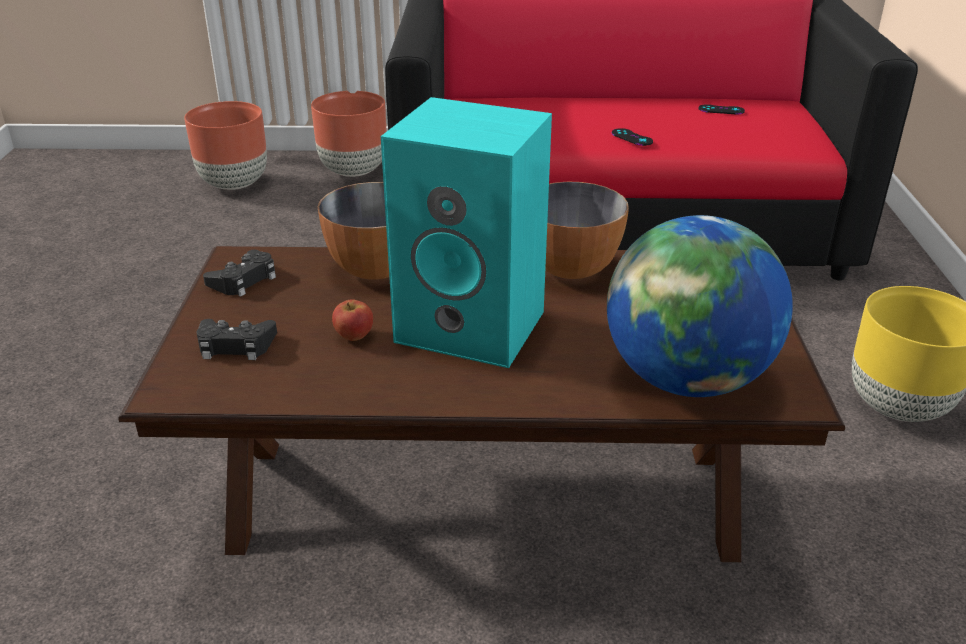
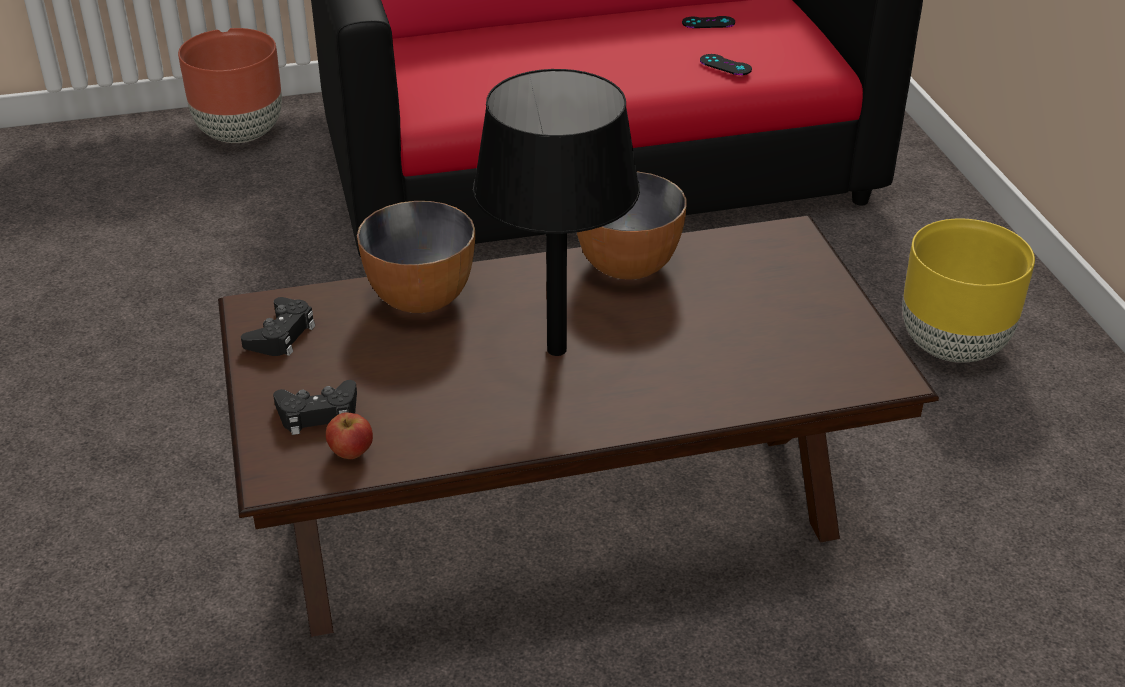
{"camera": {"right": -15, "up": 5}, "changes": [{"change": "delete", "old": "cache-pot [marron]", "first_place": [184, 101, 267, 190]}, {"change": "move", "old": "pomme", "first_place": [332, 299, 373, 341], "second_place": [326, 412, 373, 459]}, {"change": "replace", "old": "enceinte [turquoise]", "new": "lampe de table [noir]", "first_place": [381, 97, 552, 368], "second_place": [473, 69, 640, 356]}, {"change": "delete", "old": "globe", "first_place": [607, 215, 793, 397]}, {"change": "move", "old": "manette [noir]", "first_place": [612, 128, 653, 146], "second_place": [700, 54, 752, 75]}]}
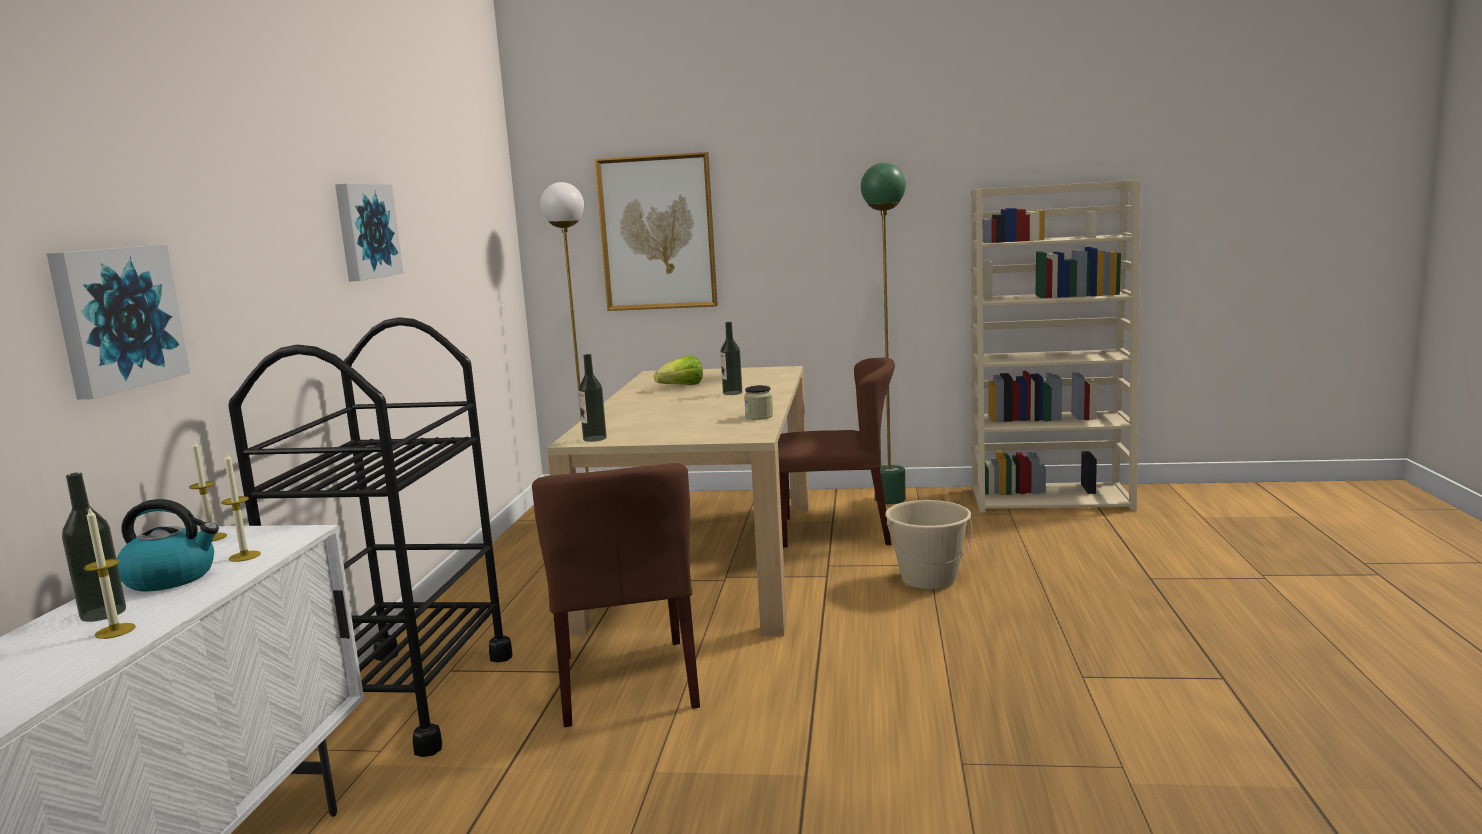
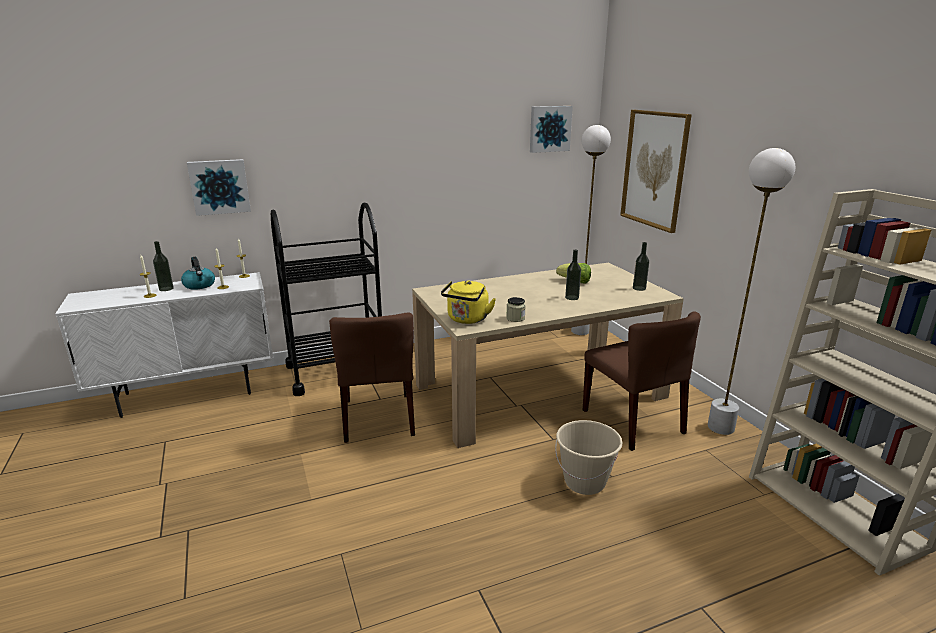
{"camera": {"right": 60, "up": 10}, "changes": [{"change": "move", "old": "tableau", "first_place": [335, 184, 403, 281], "second_place": [530, 106, 573, 153]}, {"change": "rotate", "old": "chaise [marron]", "first_place": [532, 463, 700, 727], "second_place": [329, 313, 415, 443], "degrees": -60}, {"change": "move", "old": "bouteille", "first_place": [578, 354, 607, 442], "second_place": [633, 242, 649, 291]}, {"change": "recolor", "old": "lampadaire [vert]", "new": "lampadaire [blanc]", "first_place": [861, 163, 906, 504], "second_place": [708, 148, 795, 435]}, {"change": "insert", "new": "bouilloire [jaune]", "second_place": [441, 280, 496, 324]}]}
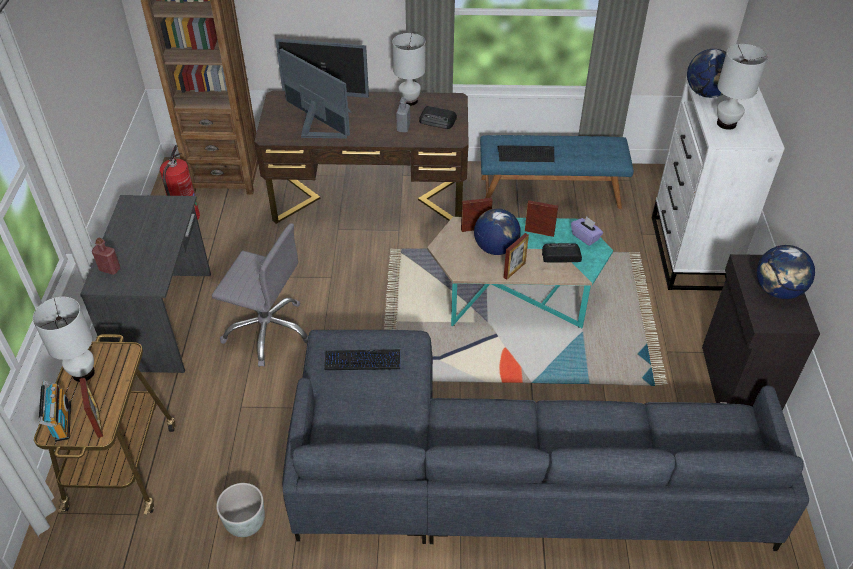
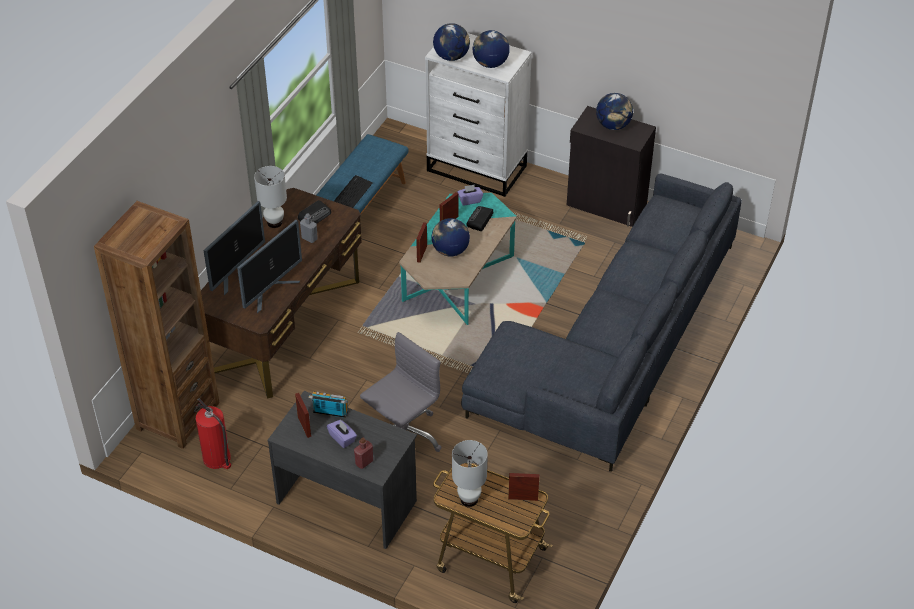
{"camera": {"right": -65, "up": 0}, "changes": [{"change": "move", "old": "radio", "first_place": [38, 381, 71, 442], "second_place": [309, 392, 348, 418]}, {"change": "delete", "old": "cache-pot [gris]", "first_place": [216, 483, 265, 537]}, {"change": "rotate", "old": "écran d'ordinateur", "first_place": [279, 48, 350, 139], "second_place": [237, 220, 302, 314], "degrees": 150}, {"change": "delete", "old": "clavier", "first_place": [324, 349, 400, 370]}, {"change": "move", "old": "cadre photo", "first_place": [504, 233, 529, 280], "second_place": [295, 393, 311, 438]}, {"change": "replace", "old": "lampe de table [blanc]", "new": "globe", "first_place": [717, 44, 768, 130], "second_place": [473, 30, 510, 68]}, {"change": "insert", "new": "boîte à mouchoirs [violet]", "second_place": [327, 420, 357, 448]}]}
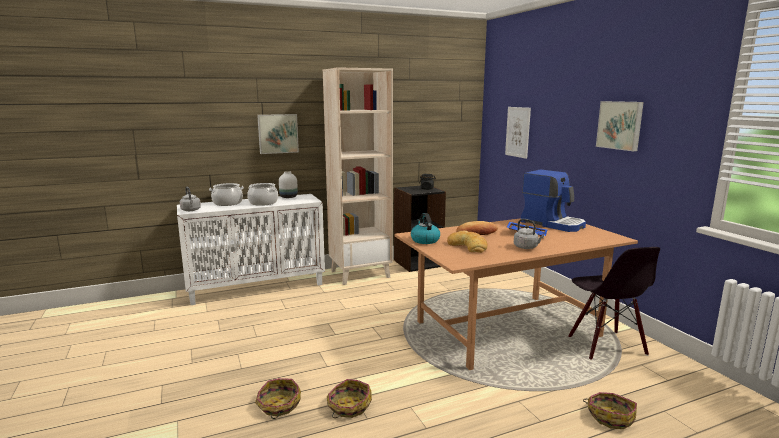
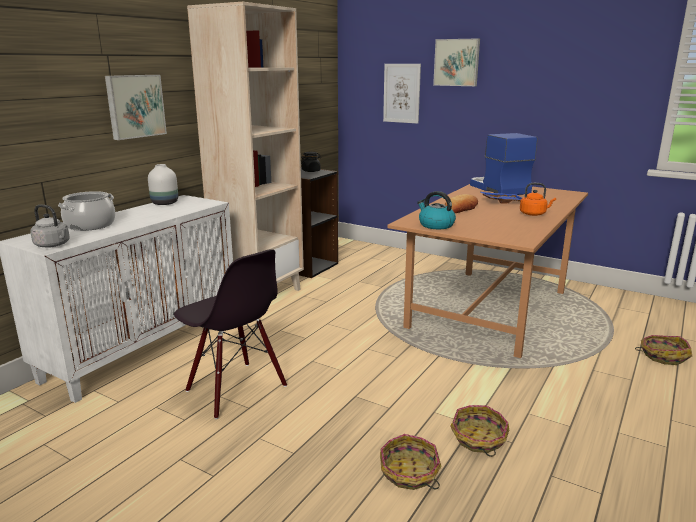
{"camera": {"right": -35, "up": 5}, "changes": [{"change": "delete", "old": "marmite", "first_place": [247, 183, 278, 206]}, {"change": "delete", "old": "pain", "first_place": [447, 230, 487, 253]}, {"change": "recolor", "old": "bouilloire [gris]", "new": "bouilloire [orange]", "first_place": [514, 219, 544, 249], "second_place": [520, 183, 556, 216]}, {"change": "rotate", "old": "machine à café", "first_place": [521, 170, 586, 232], "second_place": [470, 133, 538, 195], "degrees": -120}, {"change": "move", "old": "chaise [noir]", "first_place": [568, 247, 660, 359], "second_place": [174, 249, 287, 419]}, {"change": "move", "old": "tableau", "first_place": [596, 101, 644, 151], "second_place": [433, 38, 480, 86]}]}
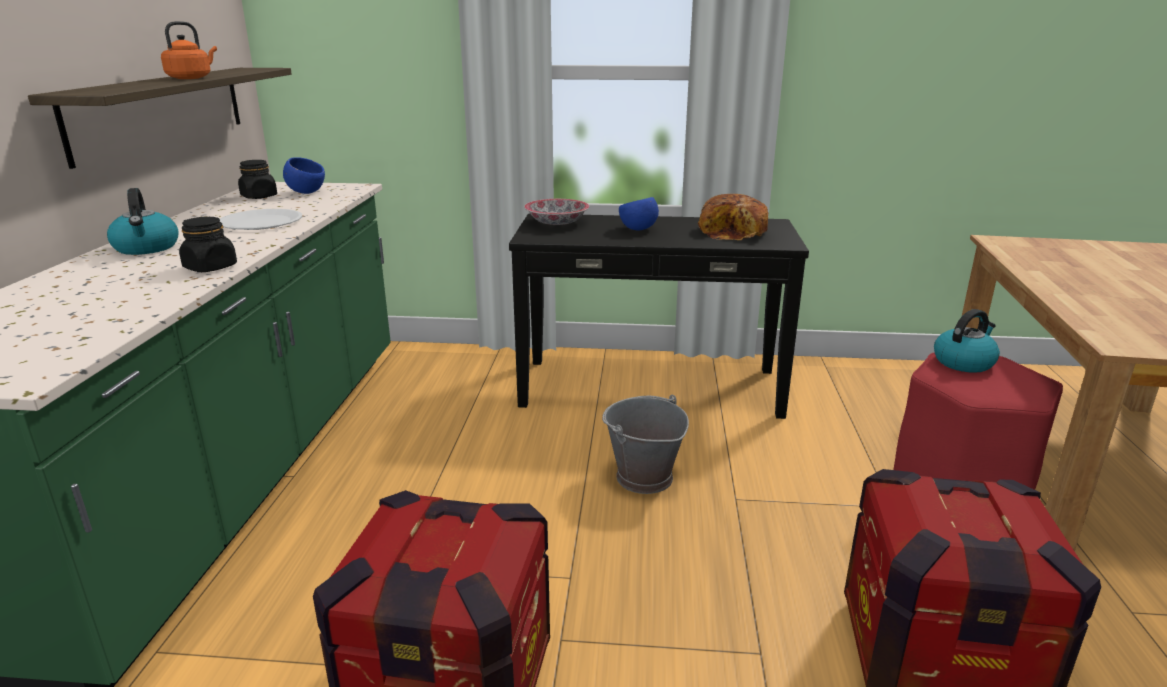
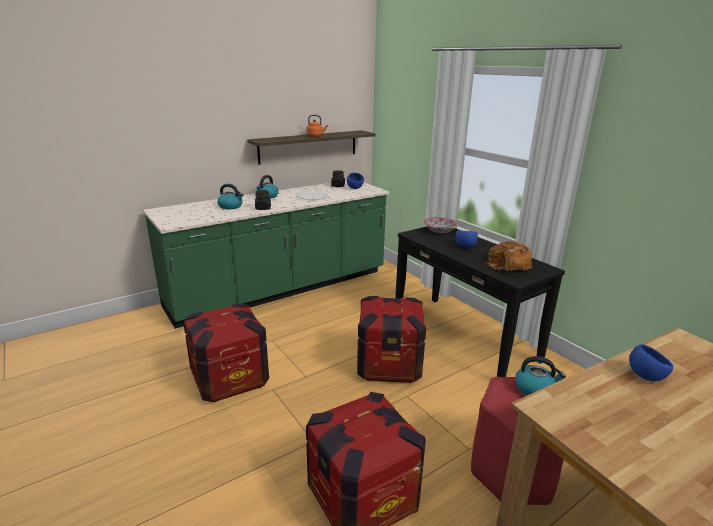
{"camera": {"right": 50, "up": 0}, "changes": [{"change": "replace", "old": "seau [gris]", "new": "caisse", "first_place": [602, 395, 689, 494], "second_place": [357, 296, 426, 383]}, {"change": "insert", "new": "bouilloire", "second_place": [217, 184, 244, 209]}, {"change": "insert", "new": "bol [bleu]", "second_place": [629, 344, 673, 381]}]}
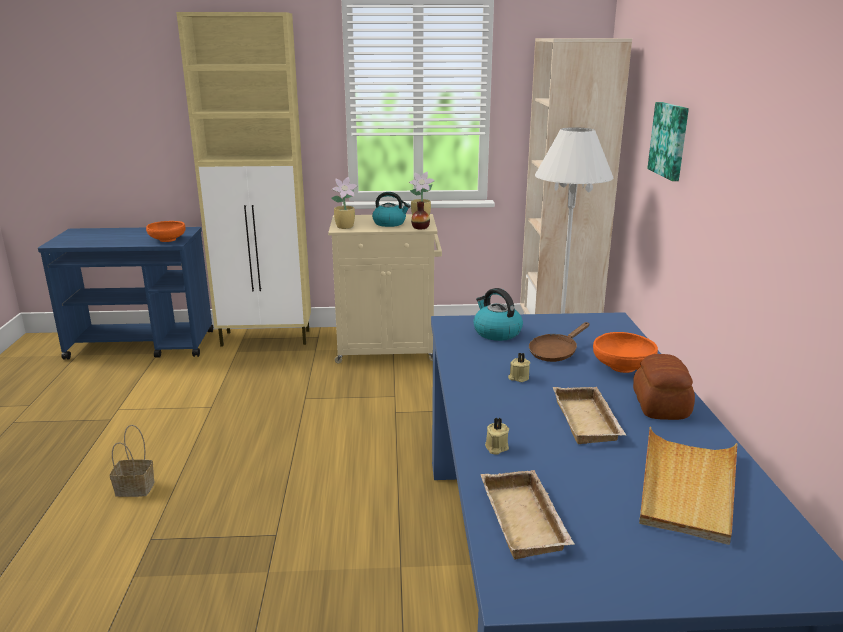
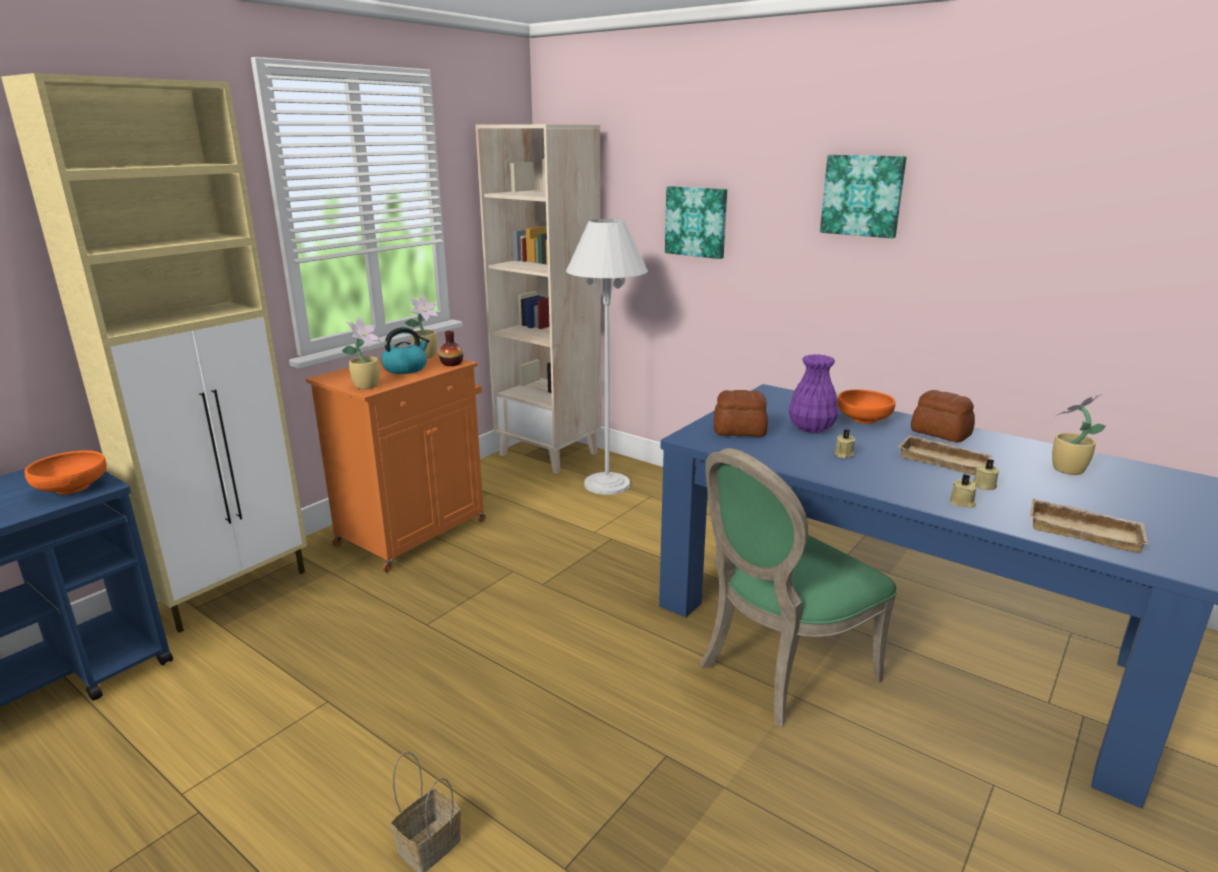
{"camera": {"right": -50, "up": 0}, "changes": [{"change": "recolor", "old": "meuble de rangement [beige]", "new": "meuble de rangement [orange]", "first_place": [328, 214, 442, 363], "second_place": [306, 353, 486, 572]}, {"change": "replace", "old": "bouilloire", "new": "pain", "first_place": [473, 288, 523, 341], "second_place": [713, 390, 768, 437]}, {"change": "replace", "old": "poêle [marron]", "new": "vase [violet]", "first_place": [529, 322, 590, 362], "second_place": [788, 354, 838, 433]}, {"change": "replace", "old": "plateau [beige]", "new": "plante en pot", "first_place": [639, 427, 737, 545], "second_place": [1052, 393, 1106, 475]}, {"change": "insert", "new": "chaise [vert]", "second_place": [700, 448, 897, 727]}, {"change": "insert", "new": "tableau", "second_place": [820, 155, 907, 238]}, {"change": "insert", "new": "bougie [beige]", "second_place": [972, 459, 1000, 490]}]}
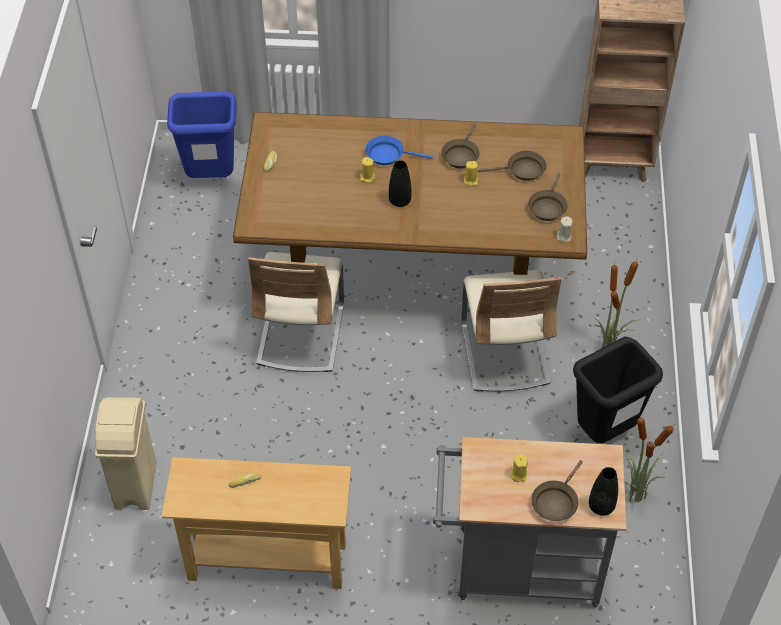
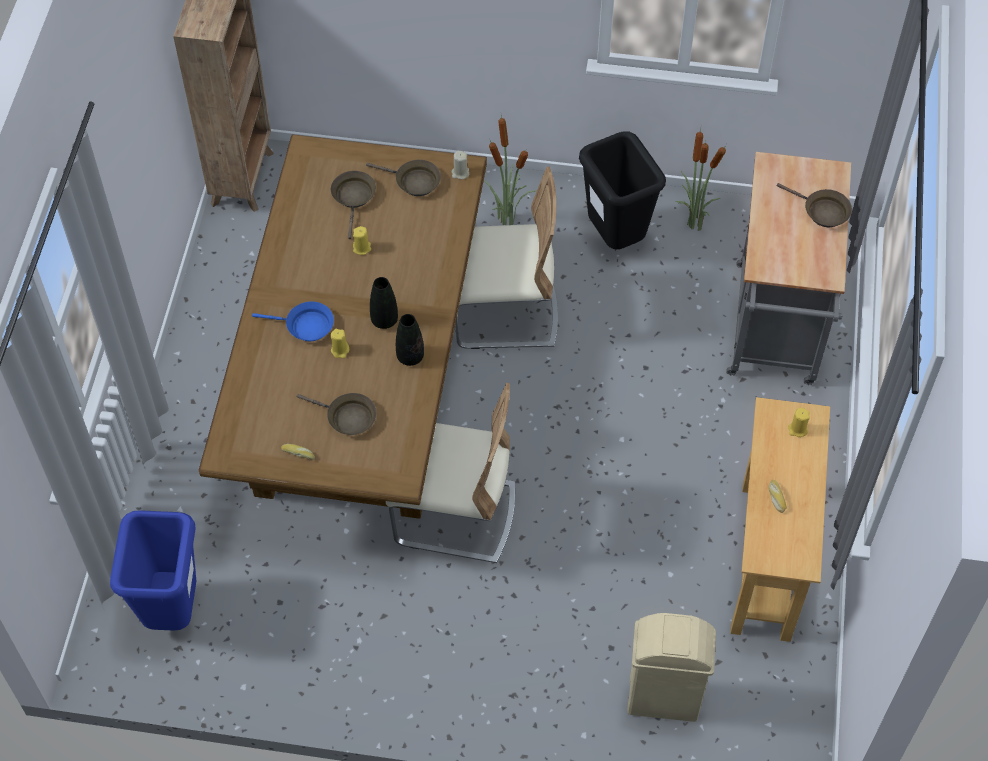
{"camera": {"right": -85, "up": 5}, "changes": [{"change": "rotate", "old": "poêle [bleu]", "first_place": [366, 136, 433, 165], "second_place": [252, 301, 334, 341], "degrees": -90}, {"change": "move", "old": "poêle [marron]", "first_place": [441, 123, 480, 168], "second_place": [296, 393, 377, 435]}, {"change": "move", "old": "bougie [jaune]", "first_place": [510, 454, 528, 482], "second_place": [788, 408, 810, 437]}, {"change": "move", "old": "vase [noir]", "first_place": [589, 467, 618, 516], "second_place": [396, 314, 424, 366]}]}
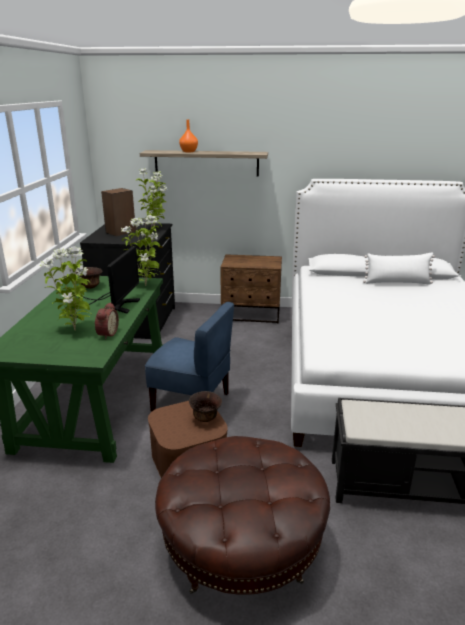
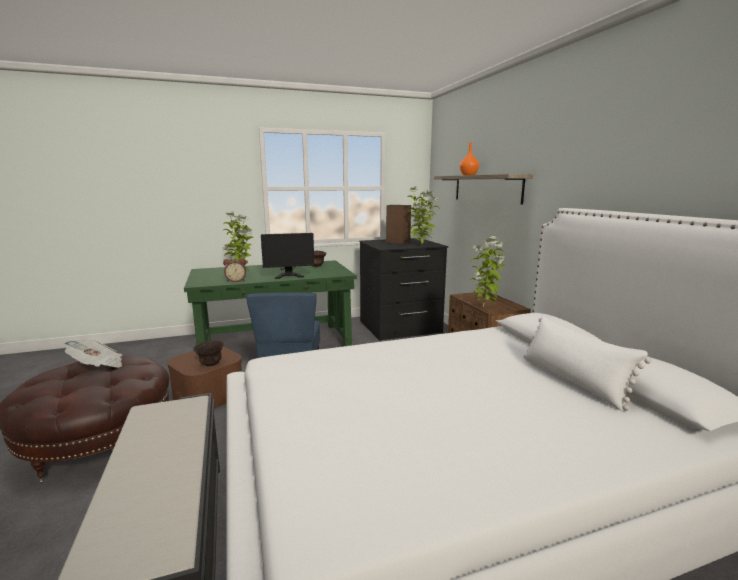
{"camera": {"right": 65, "up": -10}, "changes": [{"change": "move", "old": "plante en pot", "first_place": [121, 215, 160, 286], "second_place": [470, 236, 506, 308]}, {"change": "insert", "new": "journal", "second_place": [64, 340, 122, 367]}]}
